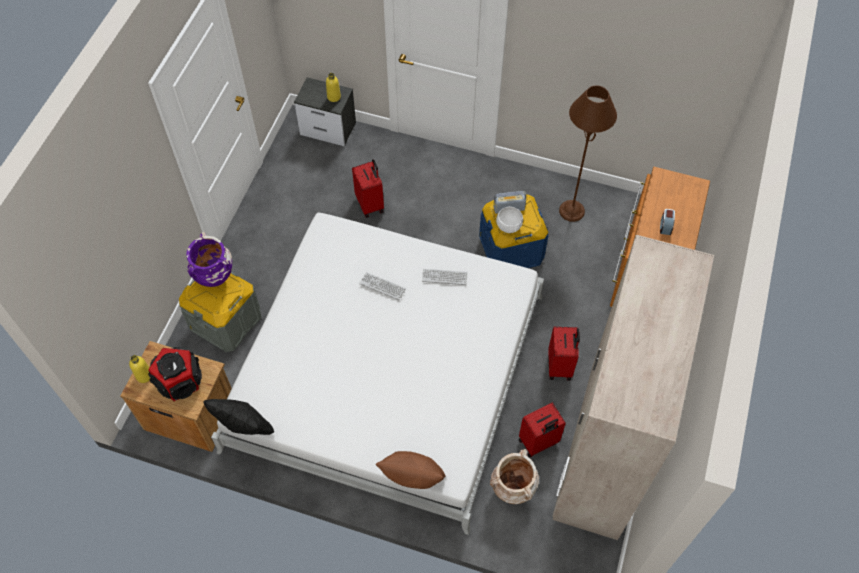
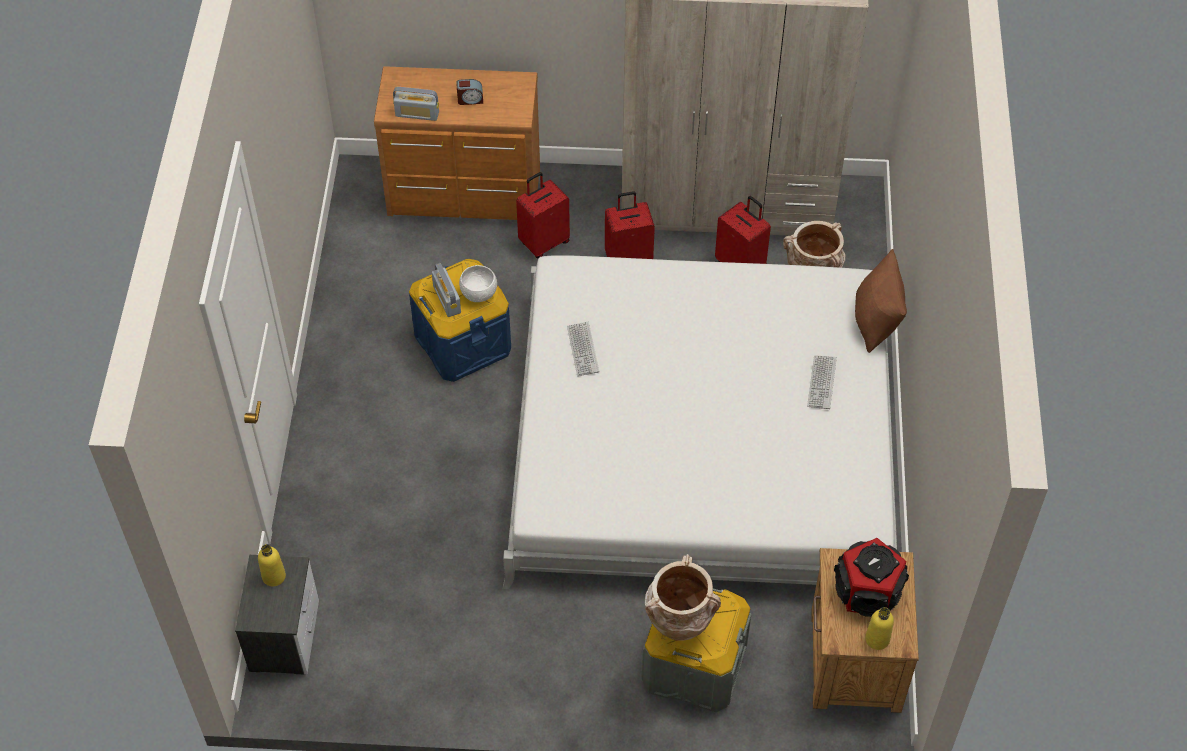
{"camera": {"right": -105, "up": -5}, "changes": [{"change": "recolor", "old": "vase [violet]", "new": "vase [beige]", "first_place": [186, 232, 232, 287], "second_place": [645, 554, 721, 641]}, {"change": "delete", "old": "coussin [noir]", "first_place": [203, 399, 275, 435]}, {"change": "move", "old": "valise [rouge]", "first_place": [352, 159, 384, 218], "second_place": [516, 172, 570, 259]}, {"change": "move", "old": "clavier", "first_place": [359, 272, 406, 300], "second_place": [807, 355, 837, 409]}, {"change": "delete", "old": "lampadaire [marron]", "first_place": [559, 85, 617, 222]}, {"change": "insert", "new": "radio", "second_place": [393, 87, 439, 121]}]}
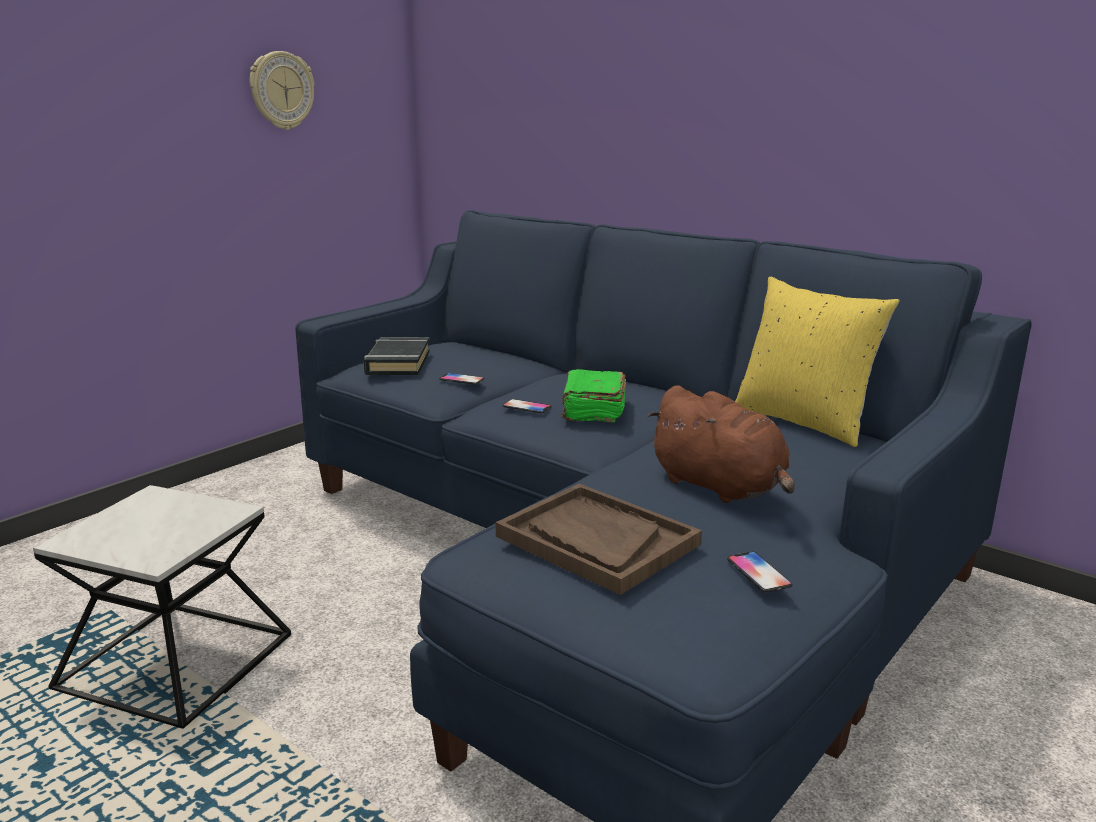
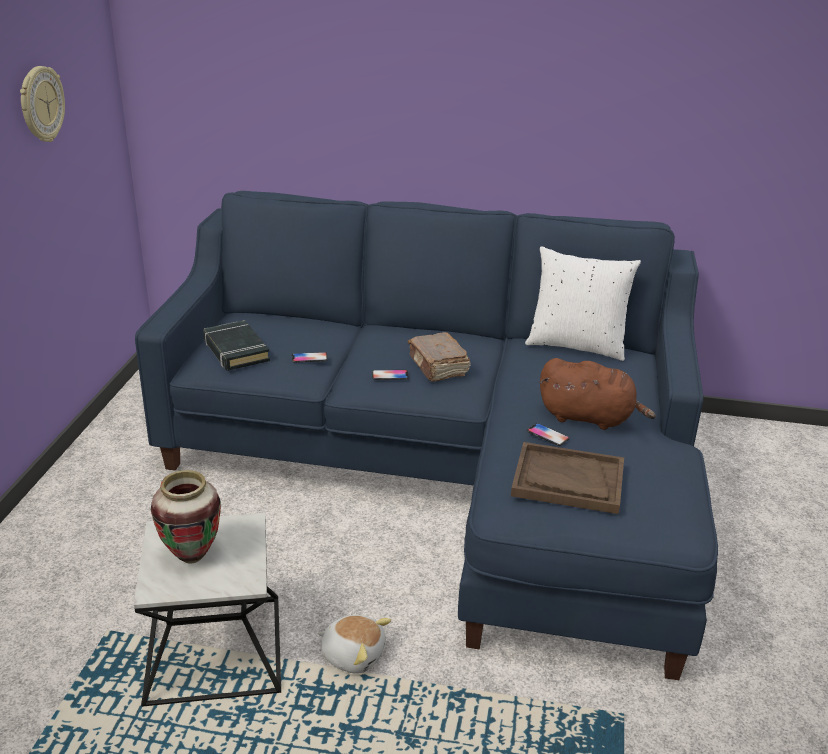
{"camera": {"right": -30, "up": 10}, "changes": [{"change": "recolor", "old": "livre [vert]", "new": "livre [marron]", "first_place": [562, 369, 626, 422], "second_place": [408, 332, 471, 382]}, {"change": "move", "old": "téléphone", "first_place": [727, 551, 793, 592], "second_place": [527, 423, 570, 446]}, {"change": "recolor", "old": "coussin [jaune]", "new": "coussin [blanc]", "first_place": [735, 277, 900, 447], "second_place": [525, 246, 641, 361]}, {"change": "insert", "new": "vase", "second_place": [151, 470, 221, 564]}, {"change": "insert", "new": "peluche", "second_place": [318, 615, 391, 674]}]}
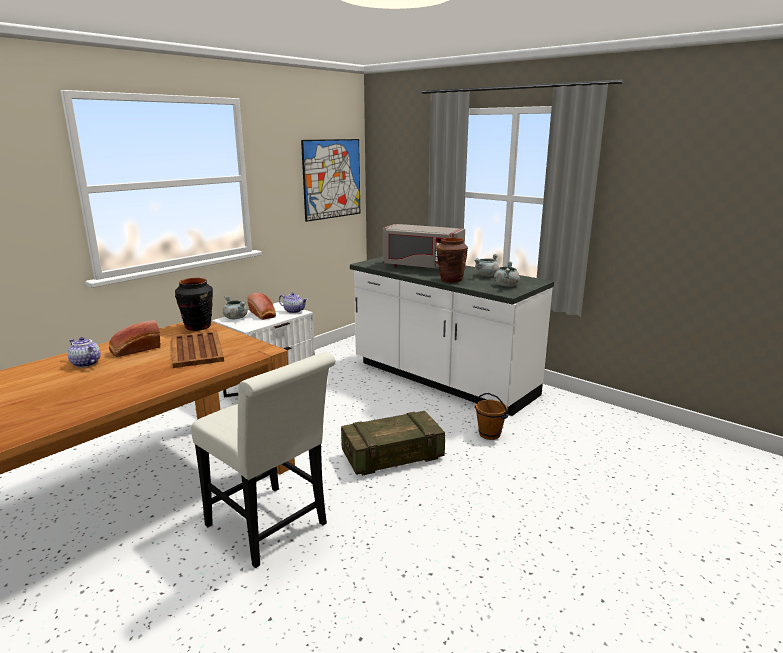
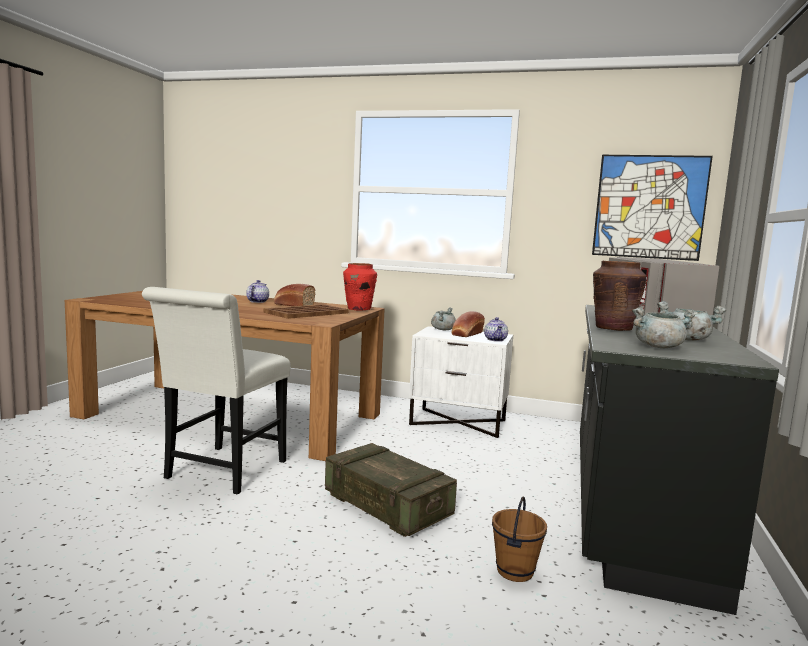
{"camera": {"right": 65, "up": -10}, "changes": [{"change": "recolor", "old": "vase [noir]", "new": "vase [rouge]", "first_place": [175, 278, 213, 331], "second_place": [343, 263, 378, 311]}, {"change": "recolor", "old": "comptoir de cuisine [blanc]", "new": "comptoir de cuisine [noir]", "first_place": [350, 257, 554, 416], "second_place": [580, 305, 779, 615]}]}
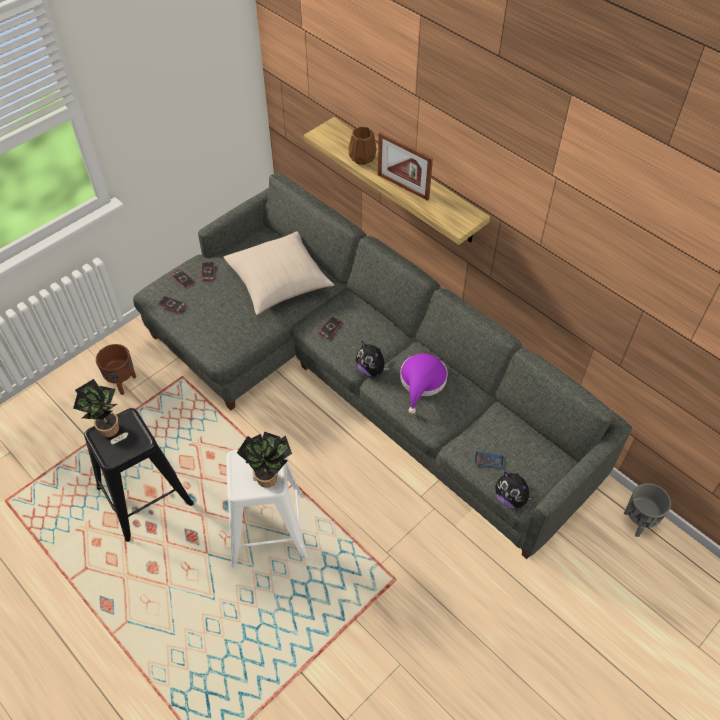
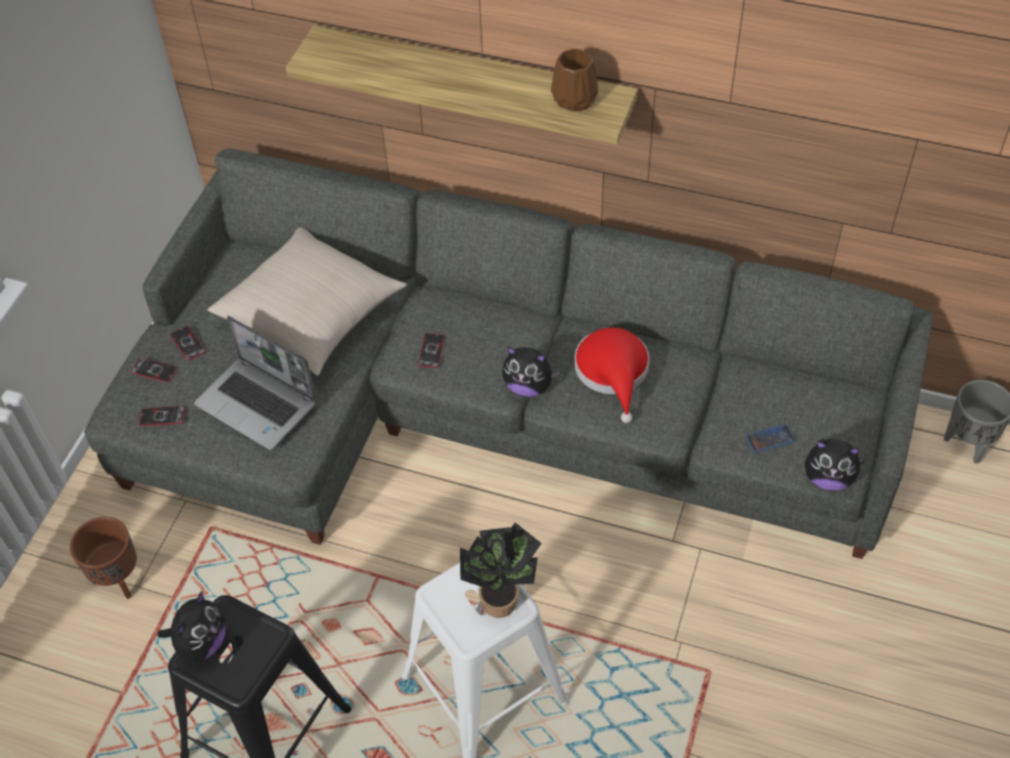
{"camera": {"right": -25, "up": 0}, "changes": [{"change": "replace", "old": "plante en pot", "new": "peluche", "first_place": [73, 379, 119, 437], "second_place": [158, 591, 226, 662]}, {"change": "move", "old": "vase [marron]", "first_place": [349, 127, 377, 165], "second_place": [551, 49, 598, 111]}, {"change": "delete", "old": "cadre photo", "first_place": [378, 132, 433, 201]}, {"change": "recolor", "old": "chapeau [violet]", "new": "chapeau [rouge]", "first_place": [400, 354, 448, 414], "second_place": [574, 327, 649, 423]}, {"change": "insert", "new": "ordinateur portable", "second_place": [194, 316, 317, 450]}]}
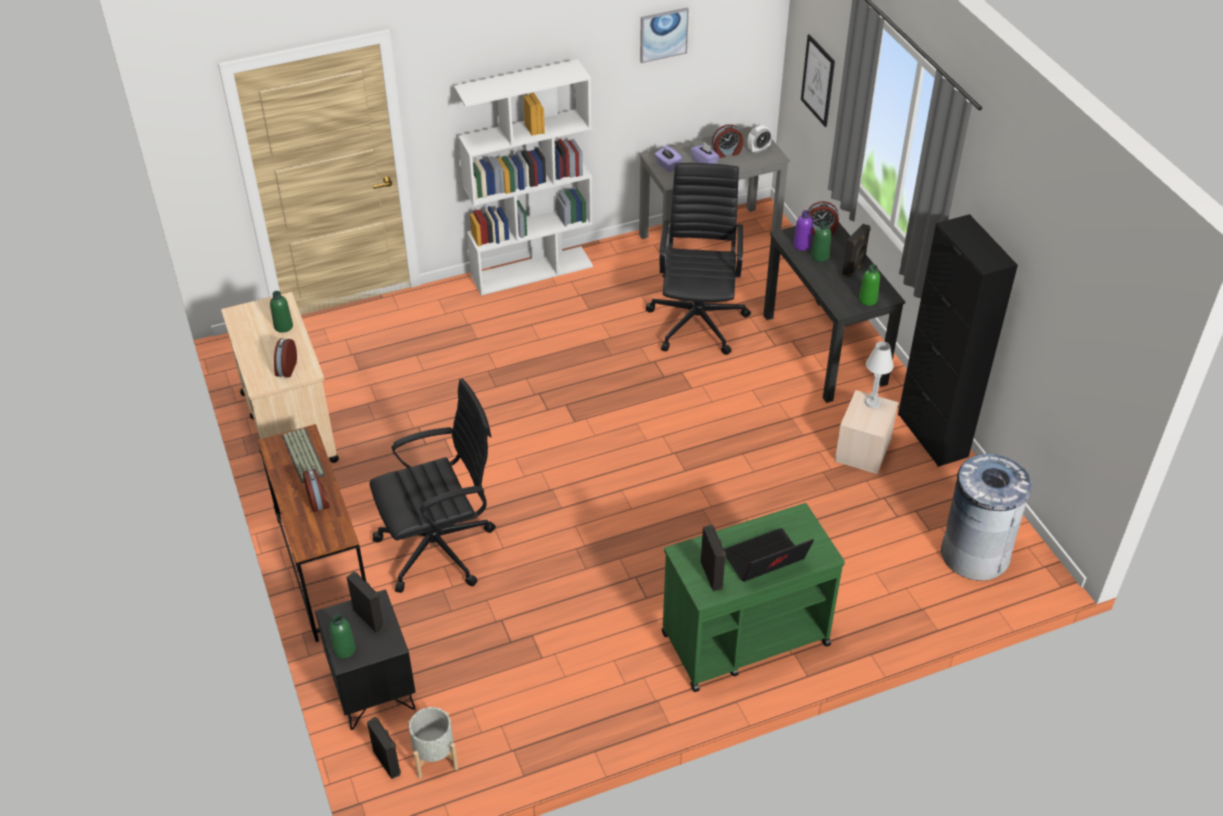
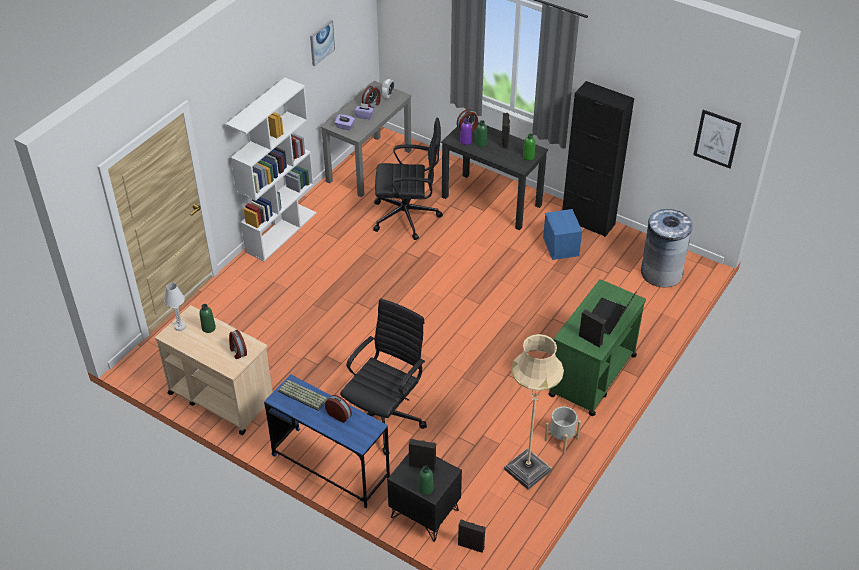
{"camera": {"right": -35, "up": 0}, "changes": [{"change": "recolor", "old": "bureau [marron]", "new": "bureau [bleu]", "first_place": [258, 424, 366, 642], "second_place": [264, 374, 390, 508]}, {"change": "move", "old": "cache-pot [gris]", "first_place": [408, 707, 458, 778], "second_place": [544, 407, 581, 453]}, {"change": "rotate", "old": "chaise de bureau [noir]", "first_place": [646, 163, 751, 355], "second_place": [373, 117, 443, 240], "degrees": 120}, {"change": "move", "old": "tableau", "first_place": [801, 34, 835, 127], "second_place": [693, 110, 741, 169]}, {"change": "recolor", "old": "boîte de rangement [beige]", "new": "boîte de rangement [bleu]", "first_place": [835, 390, 899, 474], "second_place": [543, 209, 582, 260]}, {"change": "move", "old": "lampe de table [blanc]", "first_place": [865, 341, 894, 408], "second_place": [164, 283, 186, 331]}, {"change": "insert", "new": "lampadaire [beige]", "second_place": [504, 334, 564, 490]}]}
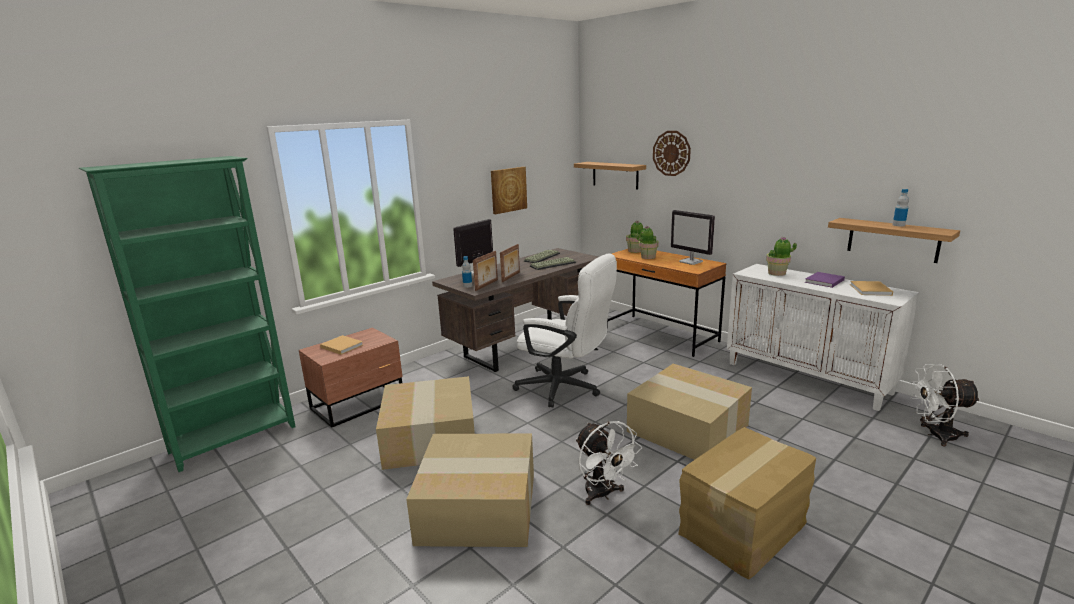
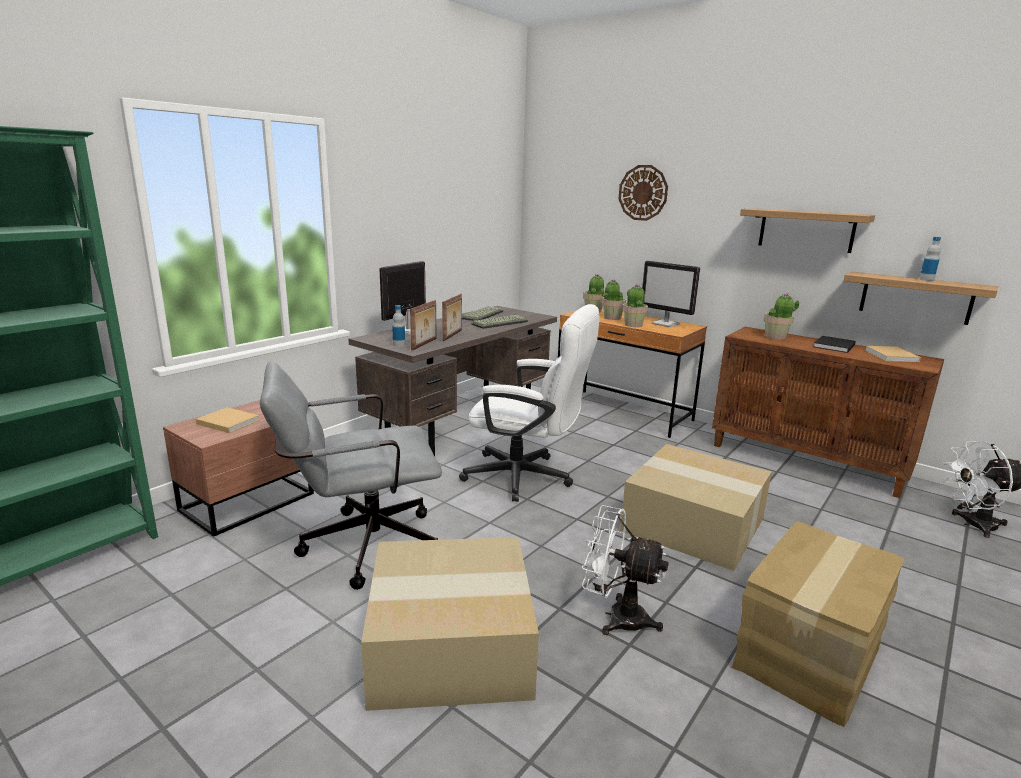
{"camera": {"right": -10, "up": 0}, "changes": [{"change": "replace", "old": "carton", "new": "chaise de bureau [gris]", "first_place": [376, 376, 475, 470], "second_place": [260, 362, 442, 590]}, {"change": "delete", "old": "tableau", "first_place": [491, 167, 527, 214]}, {"change": "move", "old": "étagère", "first_place": [574, 162, 646, 190], "second_place": [740, 208, 875, 253]}, {"change": "rotate", "old": "ventilateur [blanc]", "first_place": [576, 421, 642, 505], "second_place": [582, 505, 669, 635], "degrees": 150}, {"change": "recolor", "old": "meuble de rangement [blanc]", "new": "meuble de rangement [marron]", "first_place": [727, 264, 919, 411], "second_place": [712, 327, 944, 498]}, {"change": "recolor", "old": "livre [violet]", "new": "livre [noir]", "first_place": [805, 272, 845, 288], "second_place": [813, 336, 856, 353]}, {"change": "insert", "new": "plante en pot", "second_place": [623, 284, 648, 327]}]}
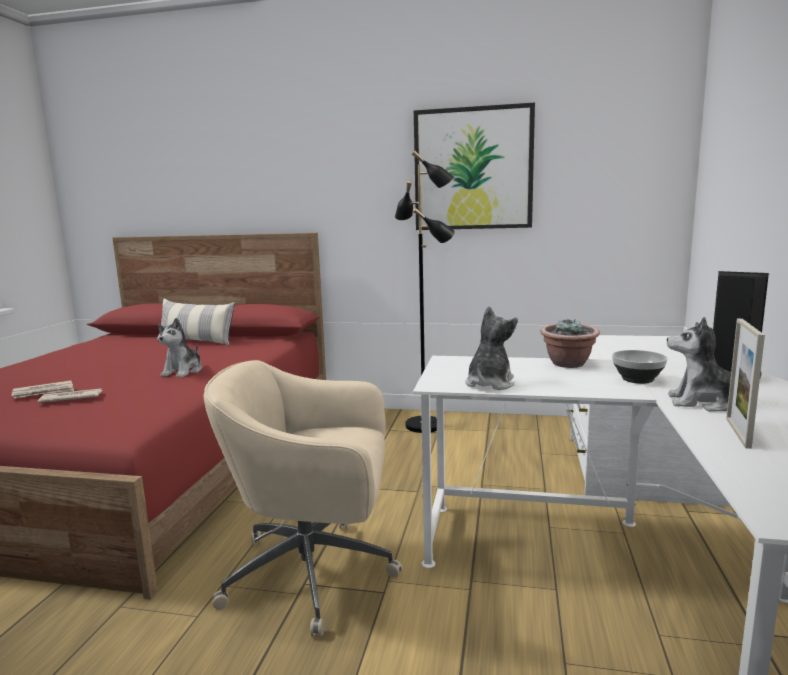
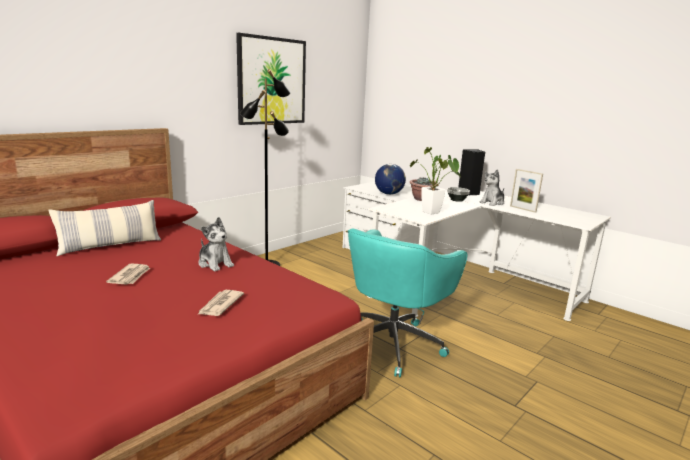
{"camera": {"right": -60, "up": 5}, "changes": [{"change": "move", "old": "journal", "first_place": [11, 380, 74, 398], "second_place": [106, 264, 150, 285]}, {"change": "recolor", "old": "chaise de bureau [beige]", "new": "chaise de bureau [turquoise]", "first_place": [204, 360, 403, 637], "second_place": [348, 229, 467, 377]}, {"change": "replace", "old": "peluche", "new": "plante en pot", "first_place": [465, 306, 518, 390], "second_place": [410, 147, 461, 215]}, {"change": "insert", "new": "globe", "second_place": [375, 164, 406, 195]}]}
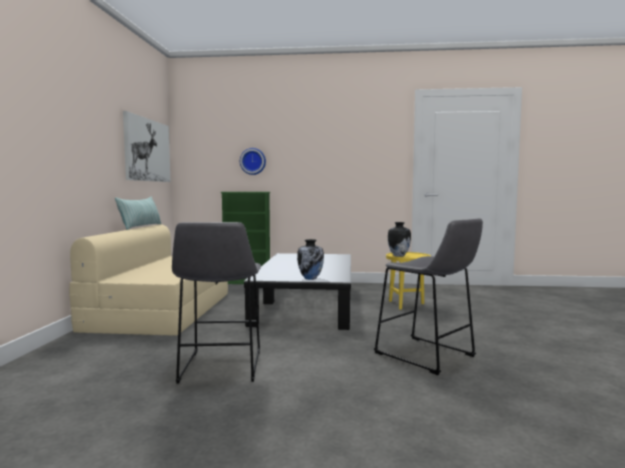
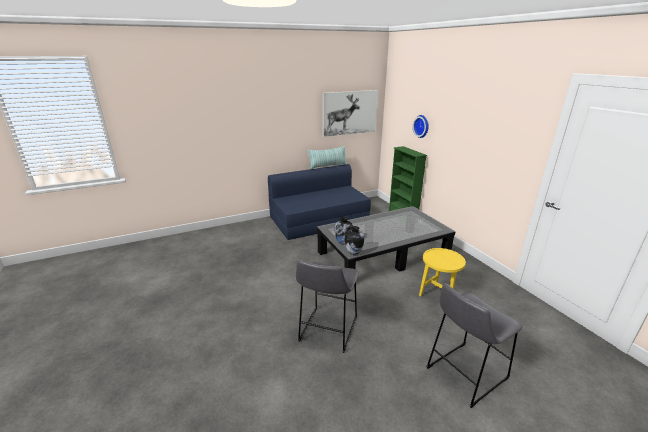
{"camera": {"right": 60, "up": 20}, "changes": [{"change": "recolor", "old": "canapé [beige]", "new": "canapé [bleu]", "first_place": [69, 224, 228, 336], "second_place": [268, 164, 371, 240]}, {"change": "move", "old": "tabouret [gris]", "first_place": [172, 222, 261, 384], "second_place": [426, 283, 522, 408]}, {"change": "move", "old": "vase", "first_place": [388, 222, 411, 257], "second_place": [345, 226, 364, 255]}]}
